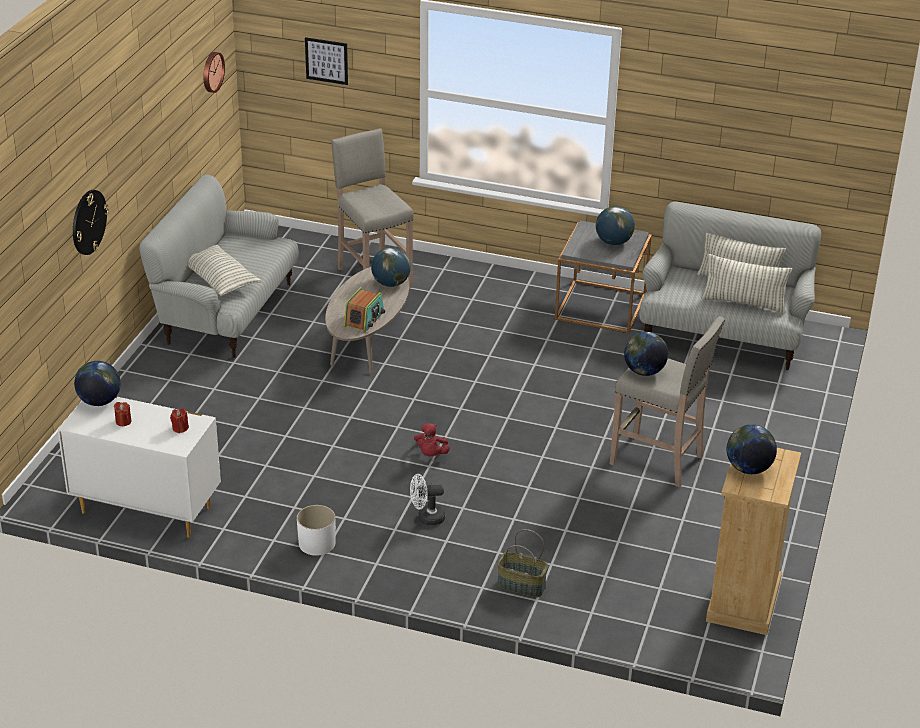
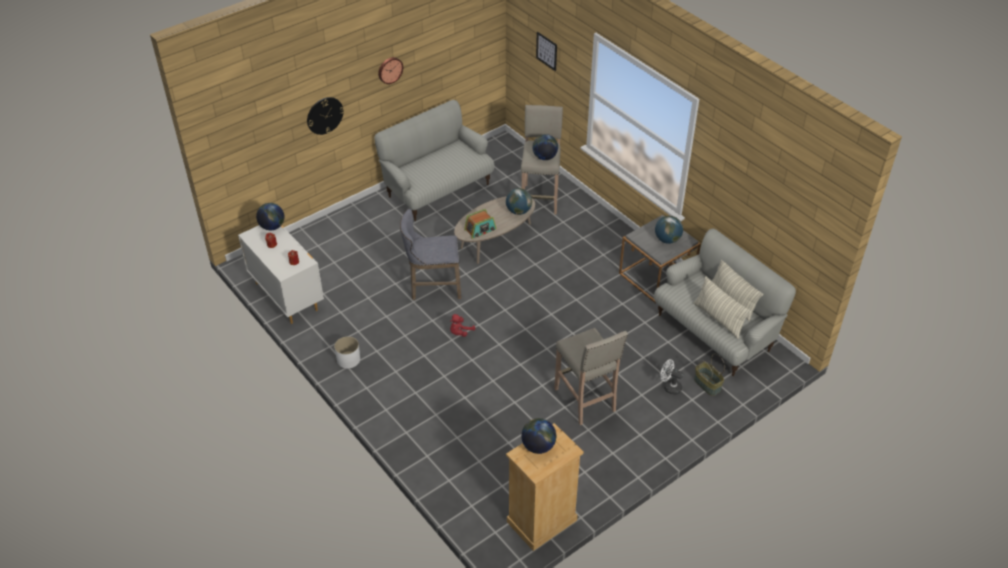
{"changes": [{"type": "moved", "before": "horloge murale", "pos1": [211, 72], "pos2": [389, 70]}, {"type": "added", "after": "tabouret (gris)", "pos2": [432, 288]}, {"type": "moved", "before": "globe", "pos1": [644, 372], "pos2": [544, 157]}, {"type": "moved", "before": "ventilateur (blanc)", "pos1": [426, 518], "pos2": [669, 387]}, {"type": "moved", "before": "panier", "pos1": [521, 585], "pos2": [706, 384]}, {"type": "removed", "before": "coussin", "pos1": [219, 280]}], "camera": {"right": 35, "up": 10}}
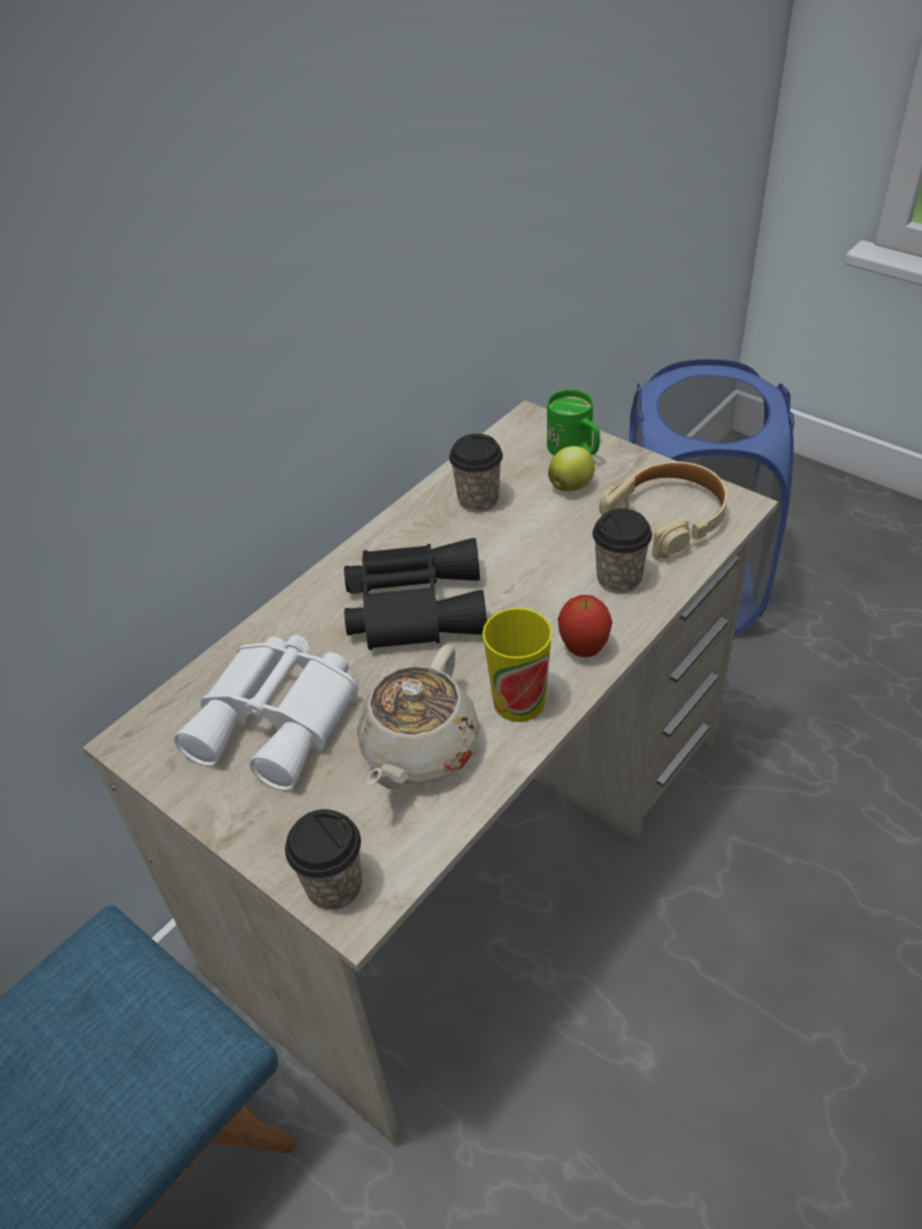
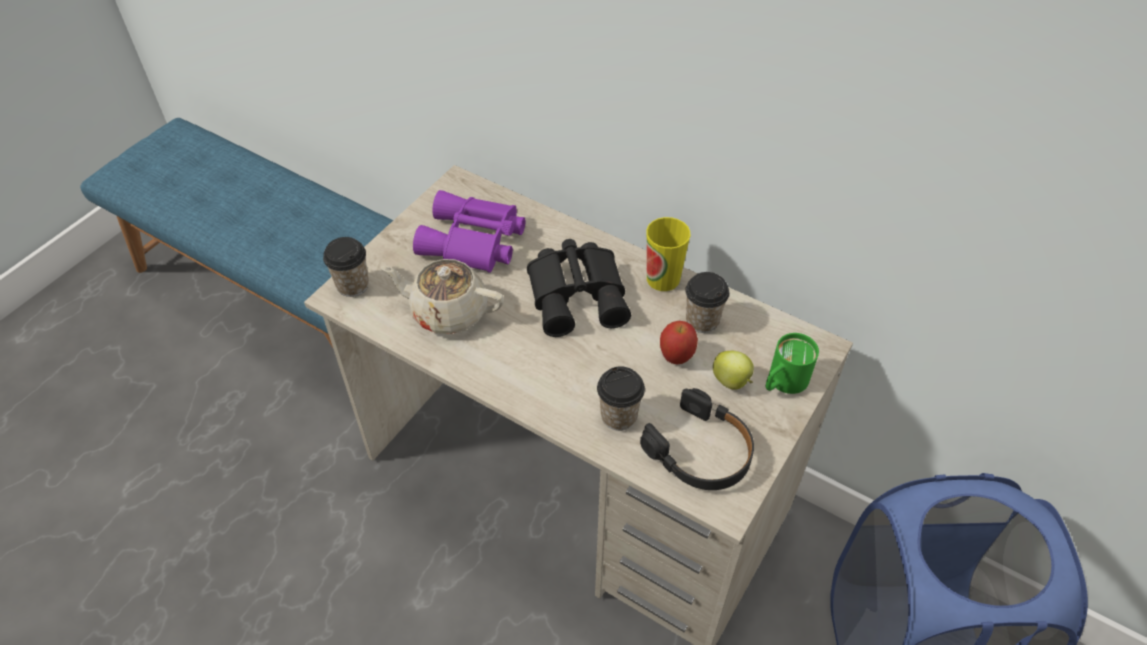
{"changes": [{"type": "recoloured", "before": "jumelles (blanc)", "after": "jumelles (violet)", "pos1": [280, 719], "pos2": [473, 242]}, {"type": "recoloured", "before": "casque audio (beige)", "after": "casque audio (noir)", "pos1": [668, 517], "pos2": [700, 451]}, {"type": "moved", "before": "tasse", "pos1": [519, 701], "pos2": [663, 278]}, {"type": "moved", "before": "pomme", "pos1": [584, 649], "pos2": [676, 357]}], "camera": {"right": 80, "up": 5}}
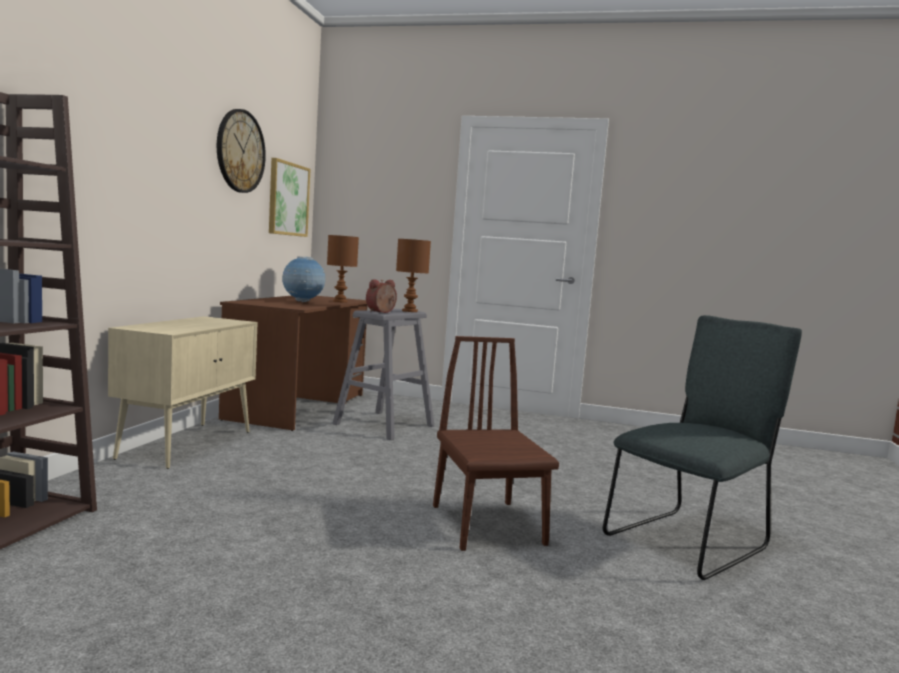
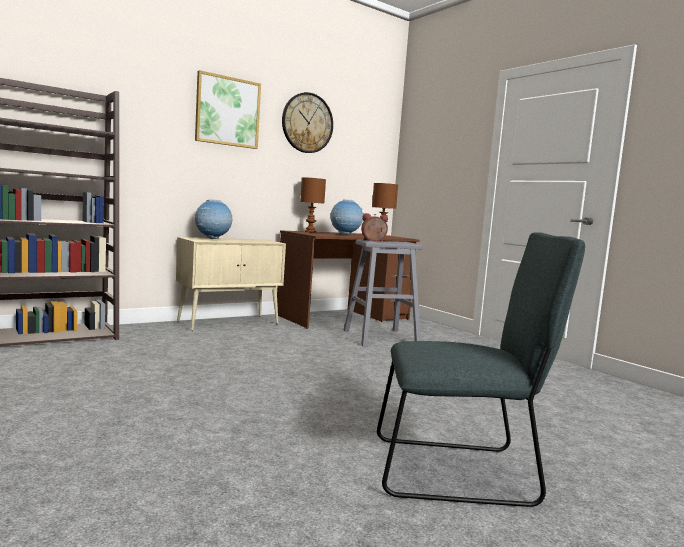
{"changes": [{"type": "moved", "before": "tableau", "pos1": [288, 199], "pos2": [227, 111]}, {"type": "added", "after": "globe", "pos2": [212, 239]}, {"type": "moved", "before": "lampe de table (marron)", "pos1": [409, 311], "pos2": [310, 232]}, {"type": "removed", "before": "chaise (marron)", "pos1": [487, 524]}], "camera": {"right": 40, "up": 0}}
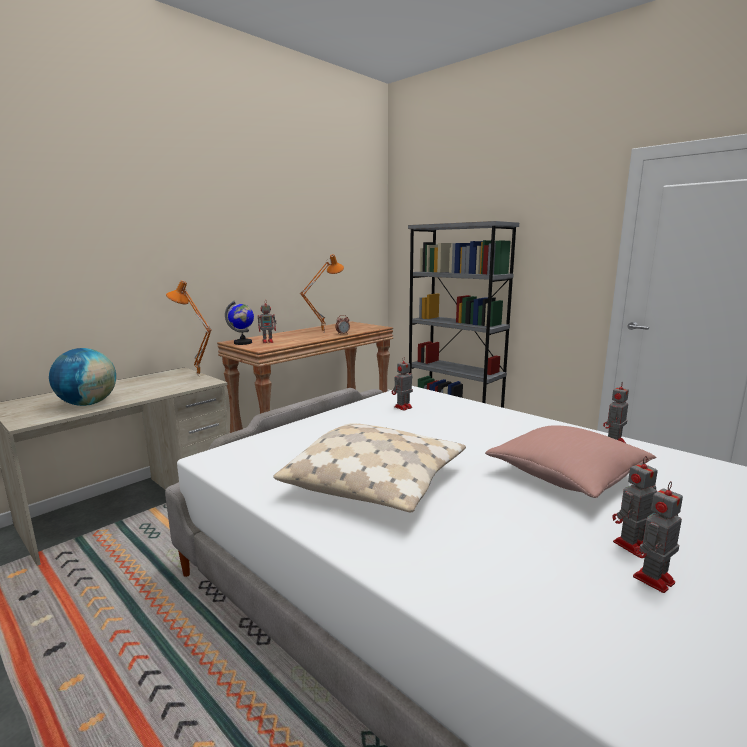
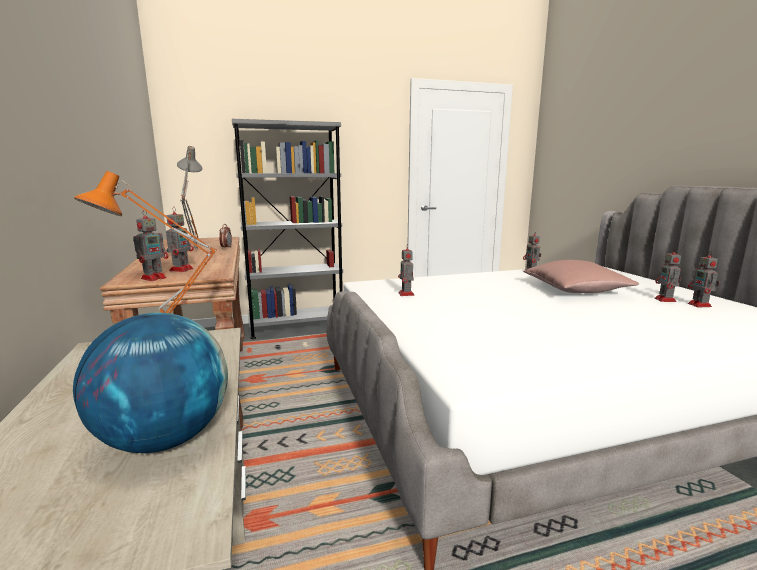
{"changes": [{"type": "replaced", "before": "globe", "after": "robot jouet", "pos1": [243, 343], "pos2": [155, 278]}, {"type": "recoloured", "before": "lampe de table (orange)", "after": "lampe de table (gris)", "pos1": [322, 332], "pos2": [194, 251]}, {"type": "removed", "before": "coussin (beige)", "pos1": [376, 482]}], "camera": {"right": -60, "up": 0}}
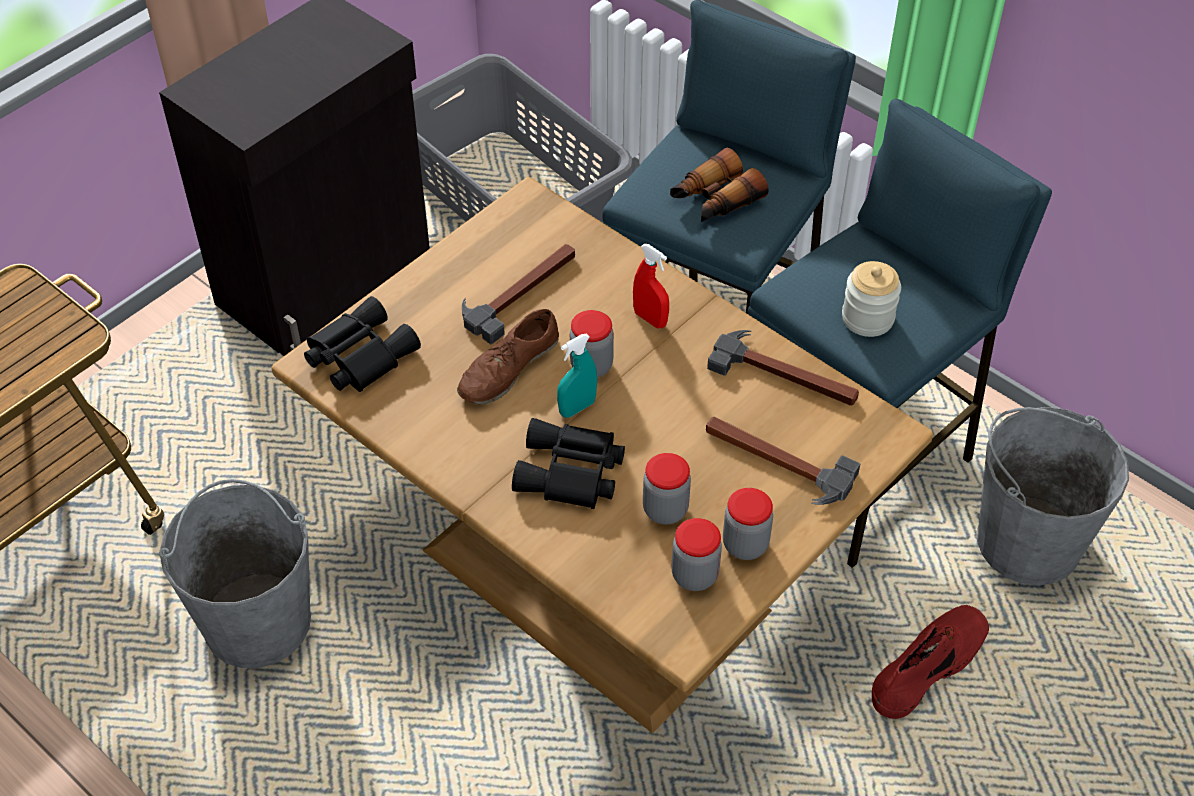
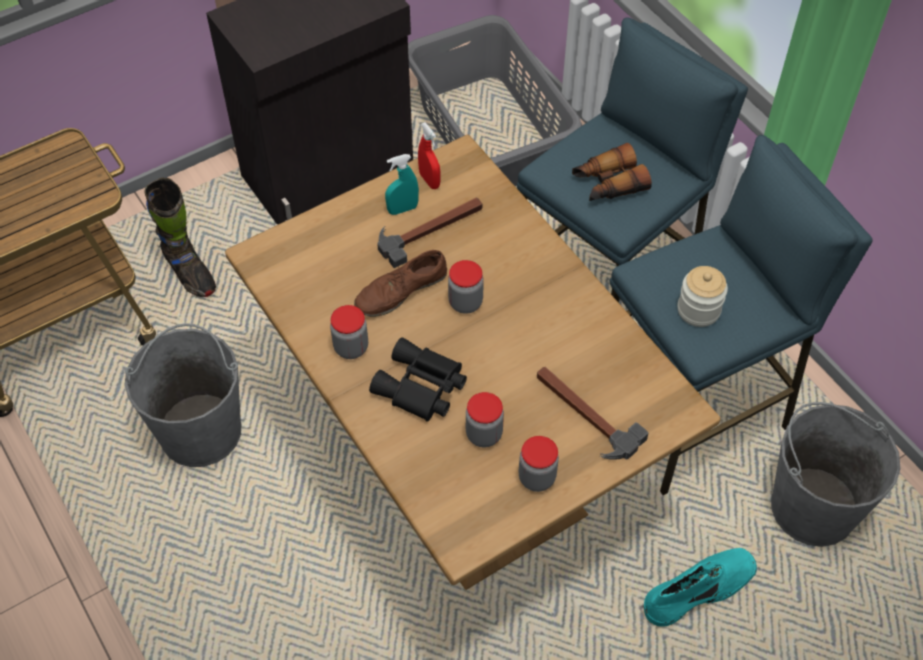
{"changes": [{"type": "added", "after": "botte (noir)", "pos2": [189, 273]}, {"type": "moved", "before": "bocal", "pos1": [694, 575], "pos2": [351, 347]}, {"type": "moved", "before": "vaporisateur (turquoise)", "pos1": [577, 408], "pos2": [402, 209]}, {"type": "moved", "before": "vaporisateur (rouge)", "pos1": [650, 319], "pos2": [429, 180]}, {"type": "recoloured", "before": "botte (rouge)", "after": "botte (turquoise)", "pos1": [929, 666], "pos2": [699, 589]}, {"type": "removed", "before": "jumelles (noir)", "pos1": [358, 355]}, {"type": "removed", "before": "marteau", "pos1": [785, 375]}], "camera": {"right": 15, "up": 5}}
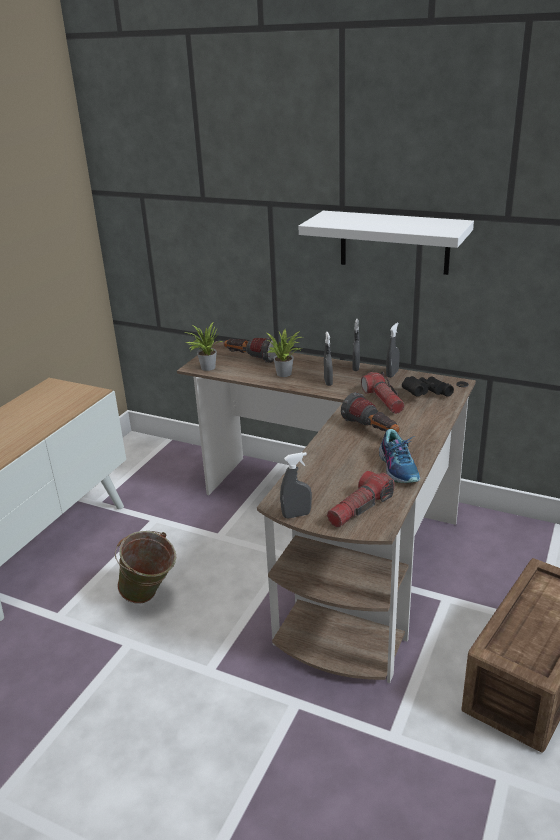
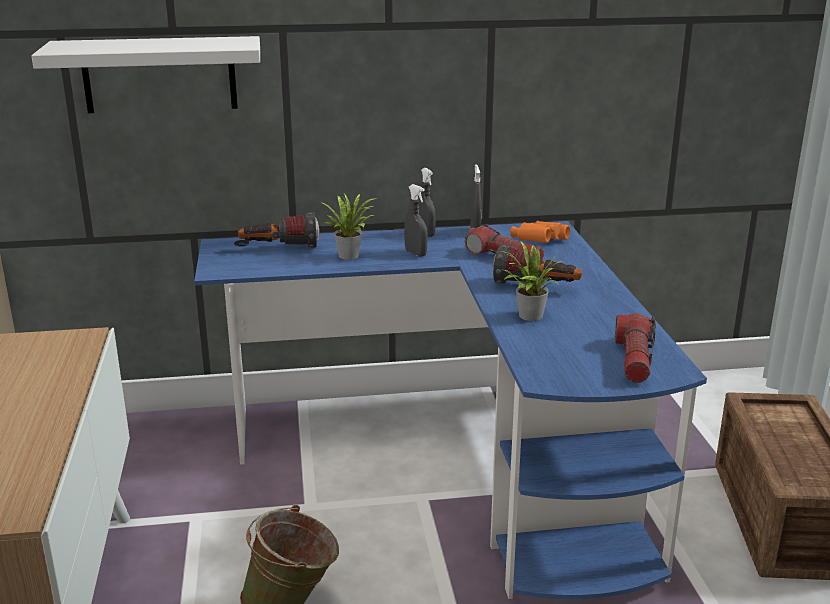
{"changes": [{"type": "moved", "before": "étagère (blanc)", "pos1": [394, 242], "pos2": [159, 74]}, {"type": "recoloured", "before": "bureau (marron)", "after": "bureau (bleu)", "pos1": [339, 540], "pos2": [463, 461]}, {"type": "moved", "before": "plante en pot", "pos1": [206, 367], "pos2": [527, 316]}, {"type": "recoloured", "before": "jumelles (noir)", "after": "jumelles (orange)", "pos1": [424, 395], "pos2": [538, 243]}, {"type": "removed", "before": "vaporisateur (gris)", "pos1": [296, 515]}, {"type": "removed", "before": "chaussure", "pos1": [399, 468]}], "camera": {"right": -35, "up": -5}}
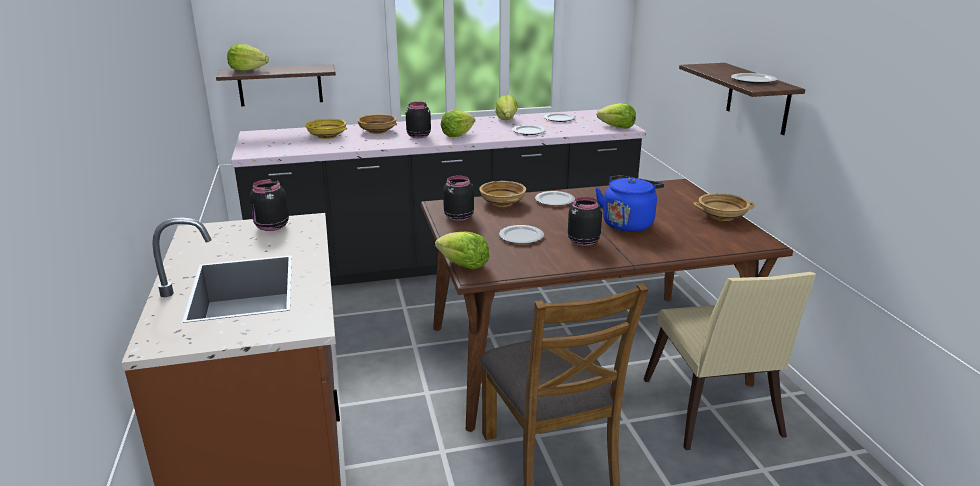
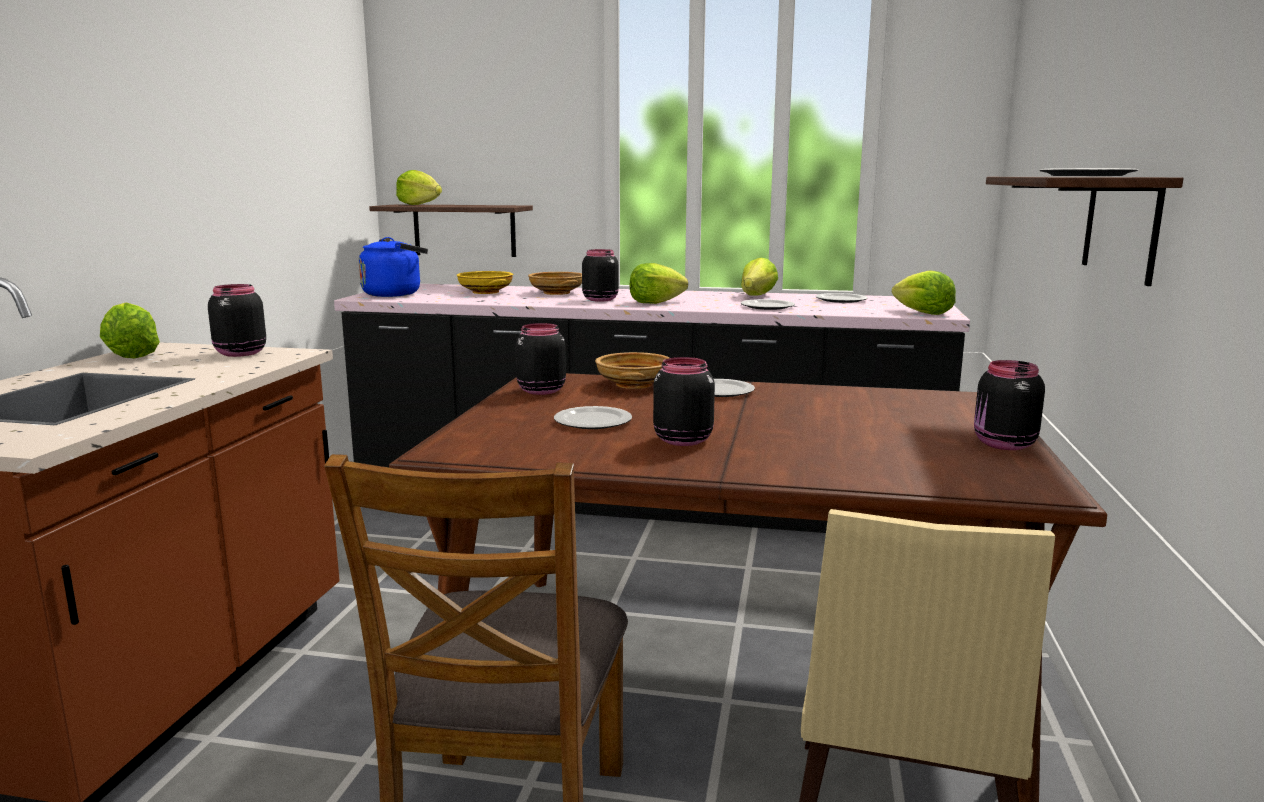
{"changes": [{"type": "moved", "before": "laitue", "pos1": [463, 265], "pos2": [132, 355]}, {"type": "moved", "before": "bouilloire (bleu)", "pos1": [628, 223], "pos2": [395, 294]}, {"type": "replaced", "before": "bol (beige)", "after": "bocal (noir)", "pos1": [721, 216], "pos2": [1003, 444]}], "camera": {"right": 25, "up": -10}}
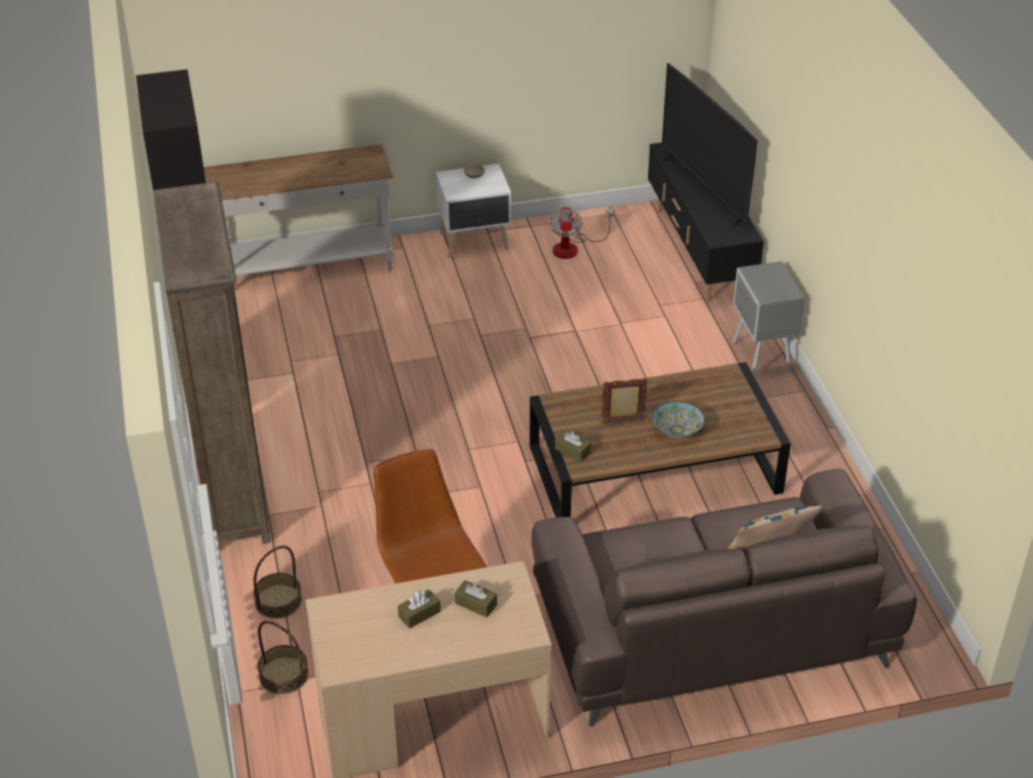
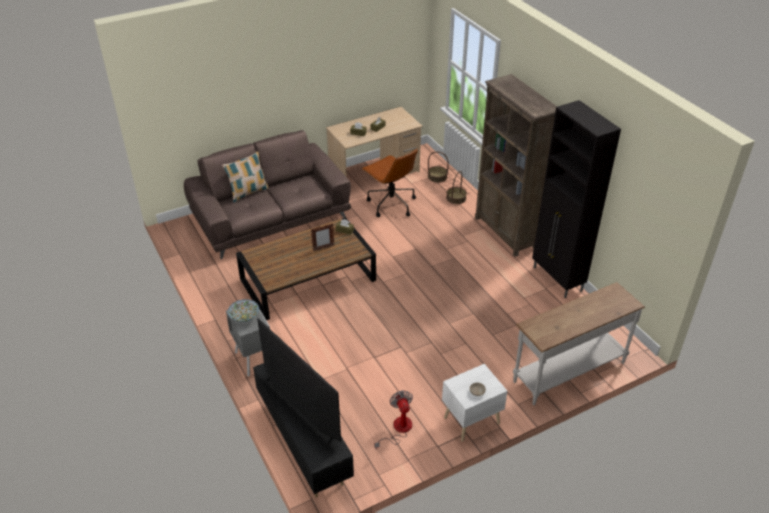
{"changes": [{"type": "moved", "before": "bol", "pos1": [676, 430], "pos2": [244, 316]}], "camera": {"right": 165, "up": 0}}
